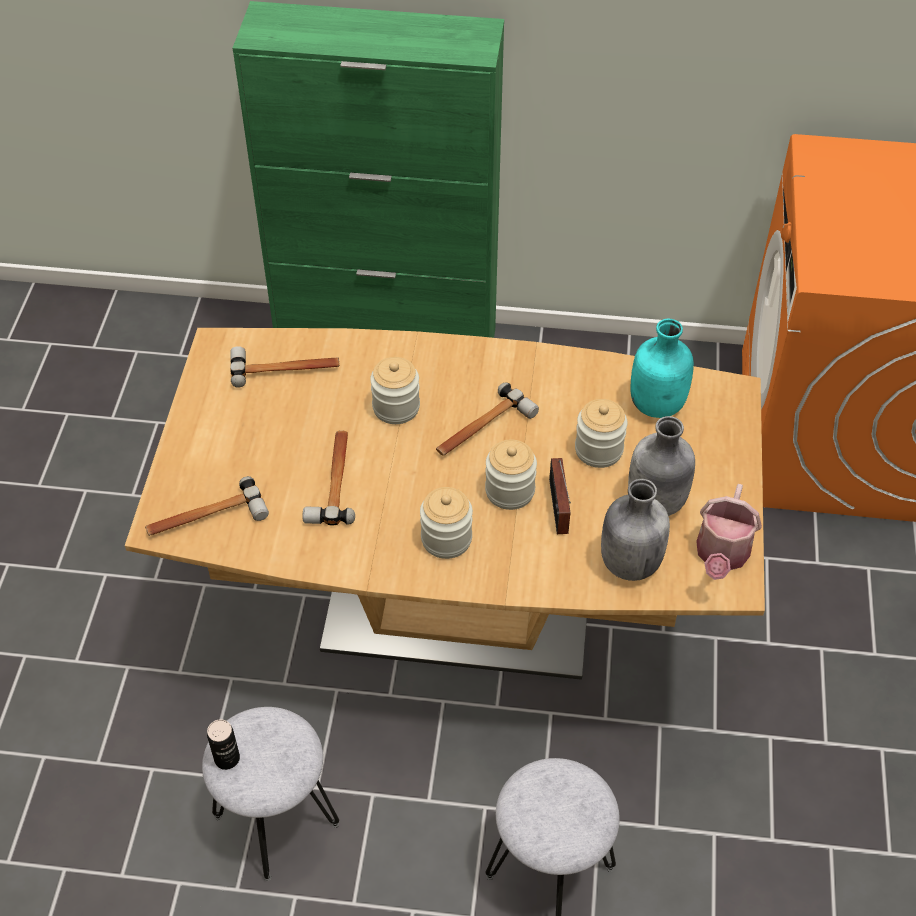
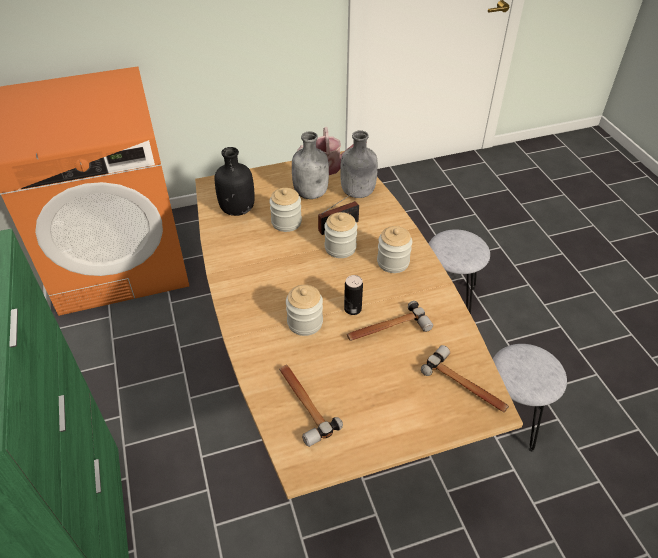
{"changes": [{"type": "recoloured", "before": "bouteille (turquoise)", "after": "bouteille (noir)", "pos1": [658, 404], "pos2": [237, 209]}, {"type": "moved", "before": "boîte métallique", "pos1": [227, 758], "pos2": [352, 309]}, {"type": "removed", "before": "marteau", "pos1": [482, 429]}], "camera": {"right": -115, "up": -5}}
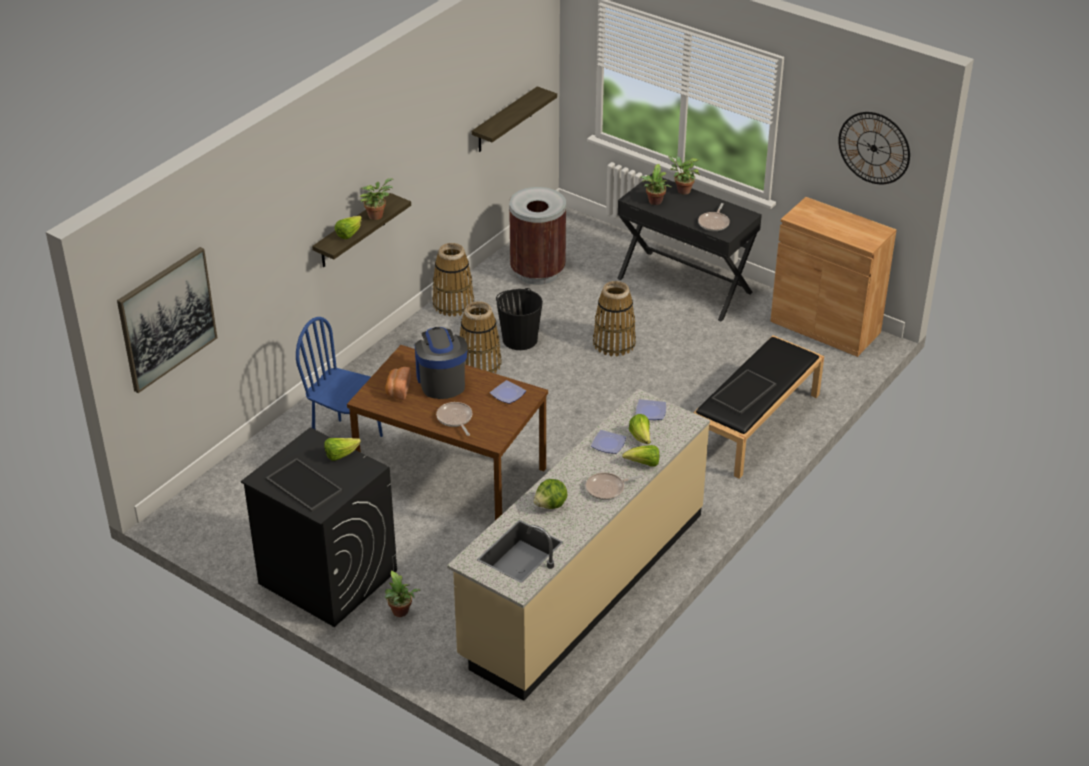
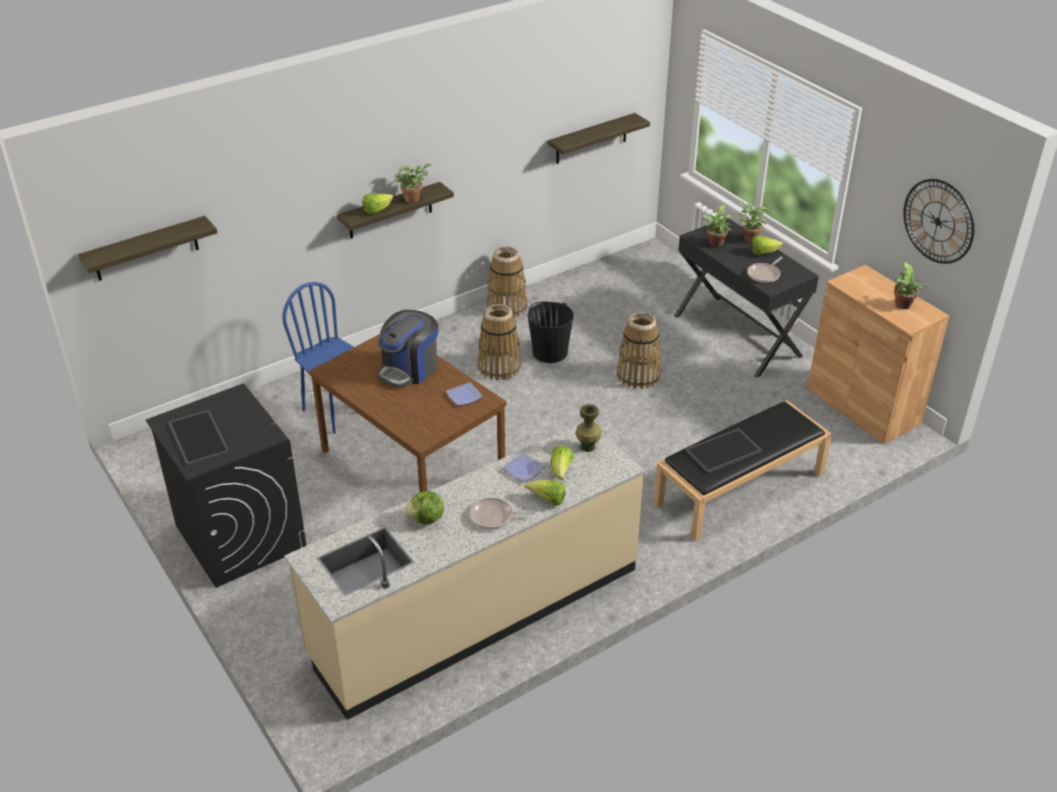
{"changes": [{"type": "replaced", "before": "tableau", "after": "étagère", "pos1": [167, 318], "pos2": [146, 249]}, {"type": "turned", "before": "machine à café", "pos1": [441, 381], "pos2": [409, 369], "turn": -150}, {"type": "replaced", "before": "assiette", "after": "vase (vert)", "pos1": [651, 411], "pos2": [588, 446]}, {"type": "moved", "before": "laitue", "pos1": [340, 455], "pos2": [763, 252]}, {"type": "moved", "before": "plante en pot", "pos1": [401, 613], "pos2": [903, 306]}, {"type": "removed", "before": "pain", "pos1": [398, 390]}, {"type": "removed", "before": "poêle", "pos1": [455, 419]}, {"type": "removed", "before": "poubelle (marron)", "pos1": [538, 271]}], "camera": {"right": 20, "up": 0}}
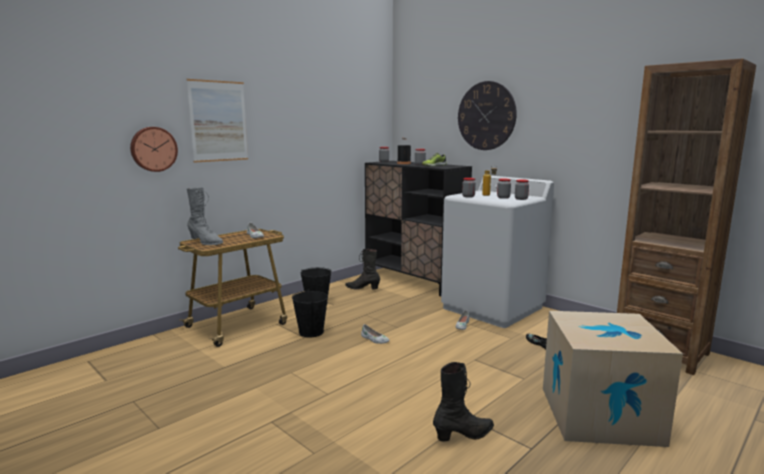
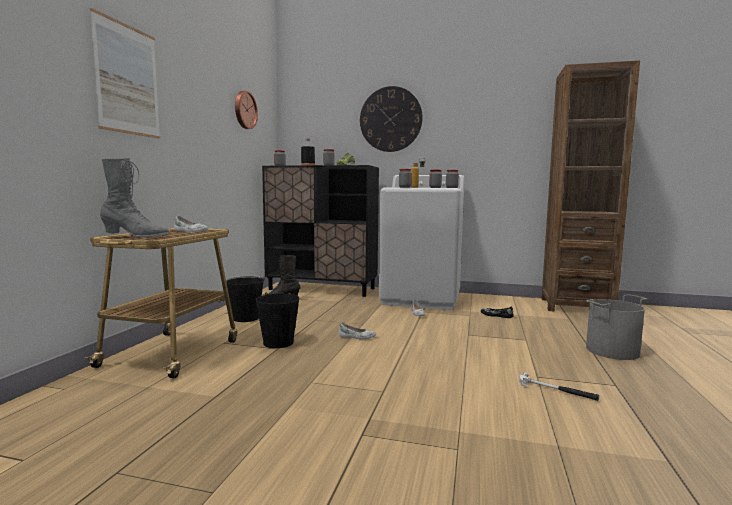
{"changes": [{"type": "moved", "before": "horloge murale", "pos1": [153, 149], "pos2": [244, 110]}, {"type": "replaced", "before": "botte (noir)", "after": "marteau", "pos1": [464, 435], "pos2": [556, 390]}, {"type": "replaced", "before": "carton", "after": "seau (gris)", "pos1": [599, 415], "pos2": [613, 351]}], "camera": {"right": -30, "up": -5}}
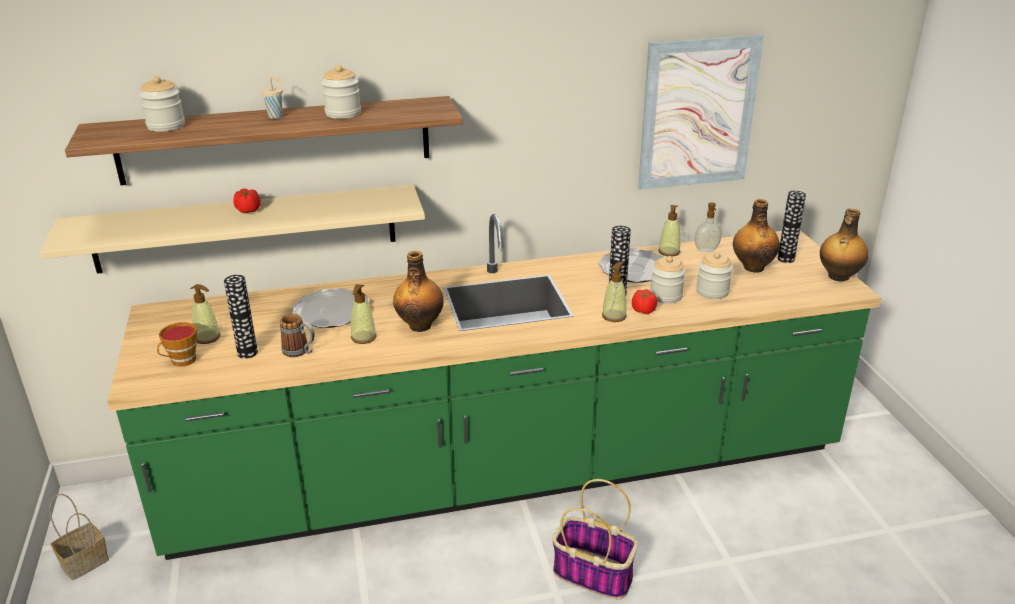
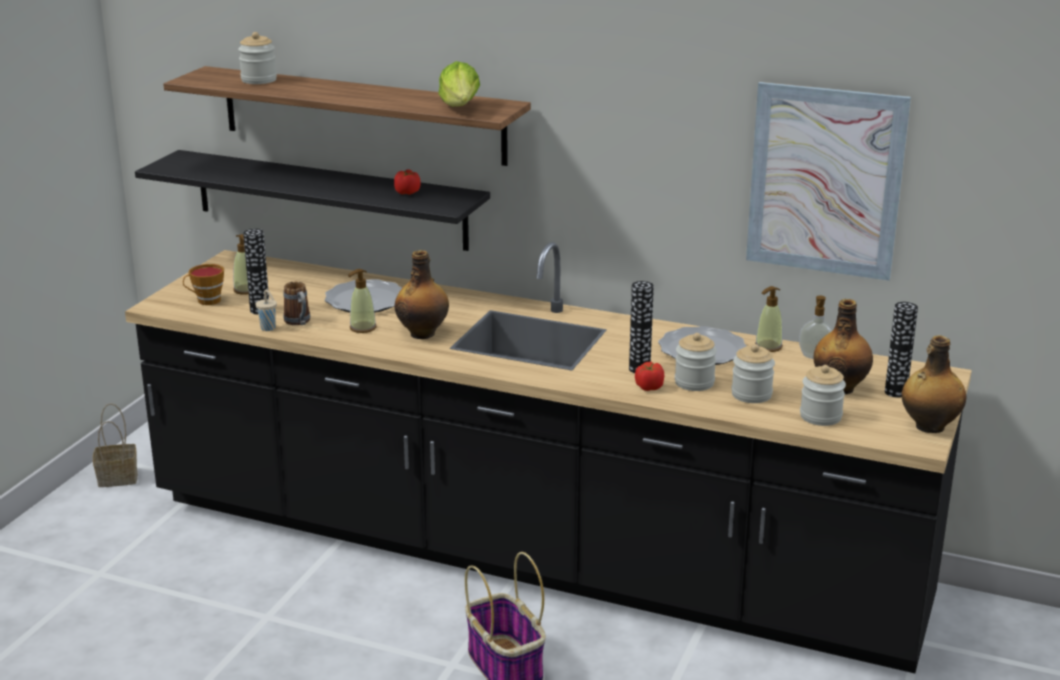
{"changes": [{"type": "recoloured", "before": "comptoir de cuisine (vert)", "after": "comptoir de cuisine (noir)", "pos1": [508, 470], "pos2": [530, 551]}, {"type": "recoloured", "before": "étagère (beige)", "after": "étagère (noir)", "pos1": [246, 228], "pos2": [329, 199]}, {"type": "moved", "before": "tasse (beige)", "pos1": [276, 117], "pos2": [268, 328]}, {"type": "moved", "before": "tomate", "pos1": [248, 210], "pos2": [407, 192]}, {"type": "added", "after": "laitue", "pos2": [460, 108]}, {"type": "moved", "before": "bocal", "pos1": [343, 113], "pos2": [820, 416]}, {"type": "removed", "before": "distributeur de savon", "pos1": [614, 316]}], "camera": {"right": 35, "up": -5}}
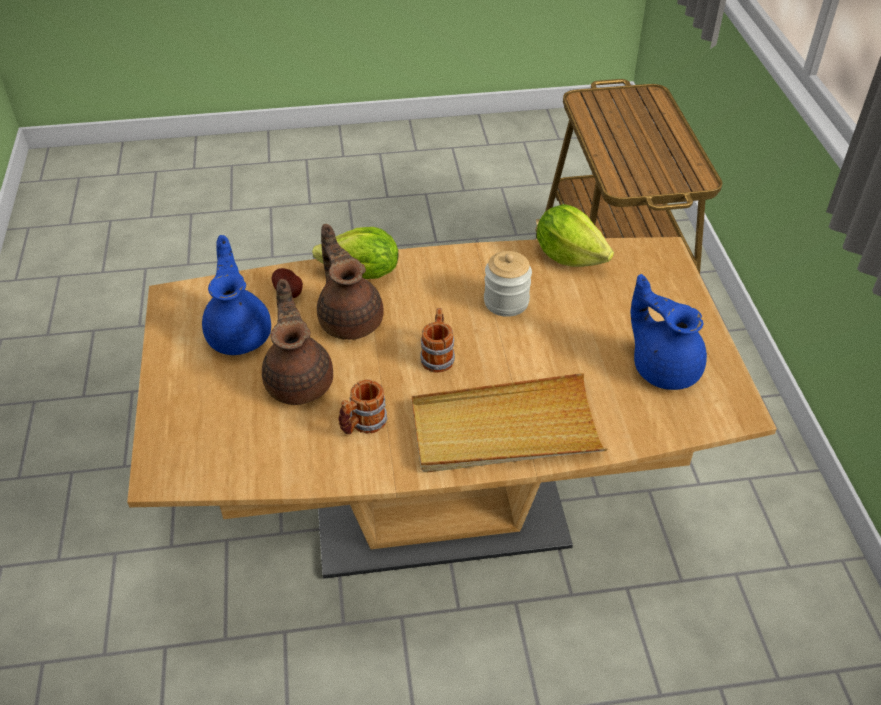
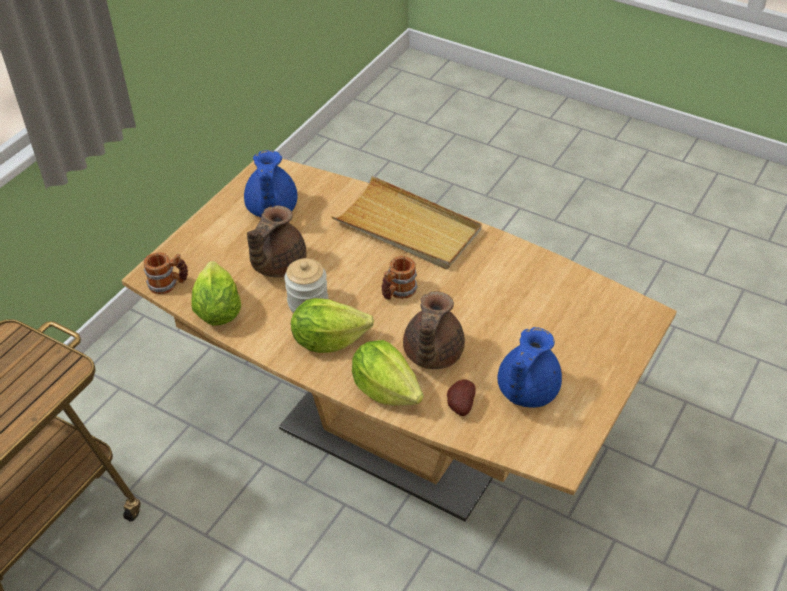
{"changes": [{"type": "moved", "before": "mug", "pos1": [362, 425], "pos2": [169, 284]}, {"type": "moved", "before": "théière (marron)", "pos1": [300, 381], "pos2": [277, 265]}, {"type": "added", "after": "laitue", "pos2": [328, 340]}], "camera": {"right": -140, "up": 0}}
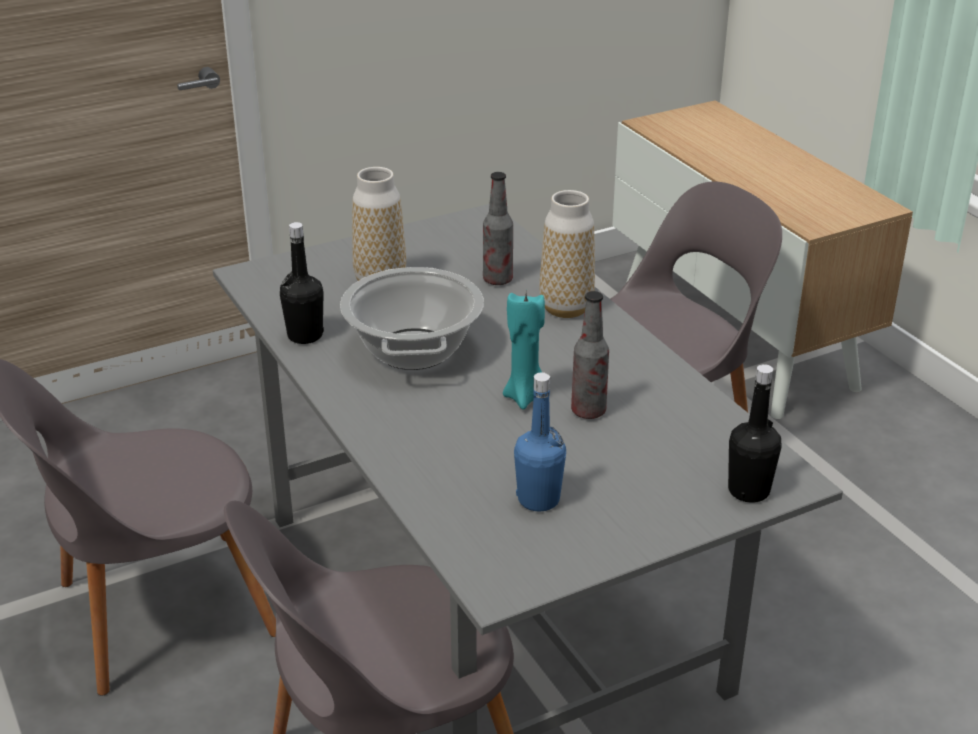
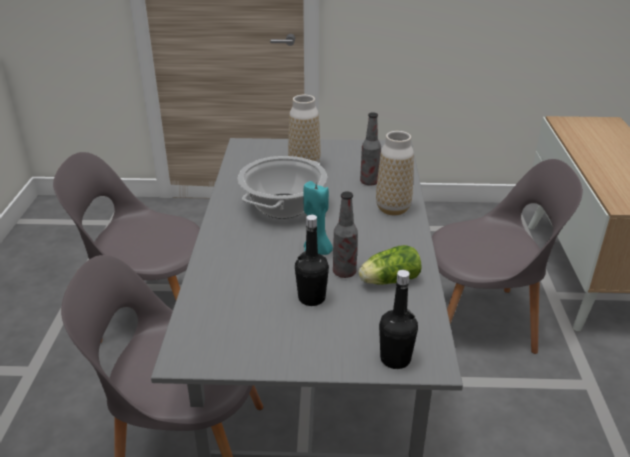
{"changes": [{"type": "moved", "before": "bouteille (noir)", "pos1": [305, 335], "pos2": [311, 298]}, {"type": "added", "after": "laitue", "pos2": [387, 280]}, {"type": "removed", "before": "bouteille (bleu)", "pos1": [538, 499]}], "camera": {"right": 30, "up": 0}}
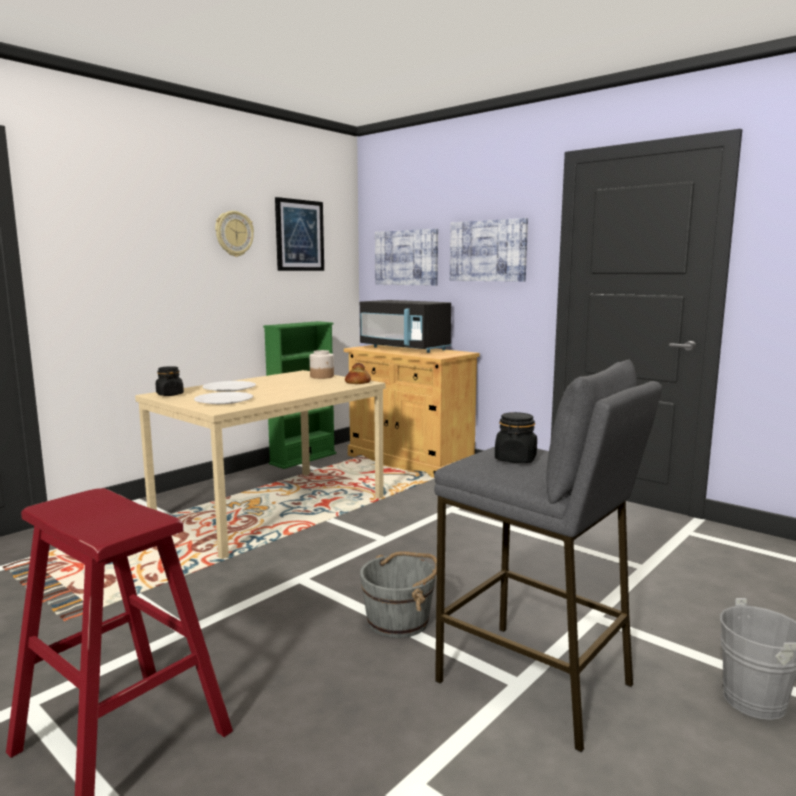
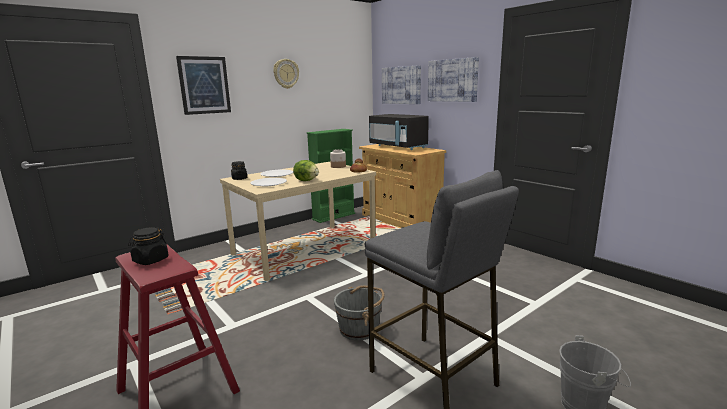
{"changes": [{"type": "moved", "before": "bocal (noir)", "pos1": [515, 459], "pos2": [150, 260]}, {"type": "moved", "before": "tableau", "pos1": [299, 235], "pos2": [204, 85]}, {"type": "added", "after": "laitue", "pos2": [307, 180]}], "camera": {"right": 10, "up": 5}}
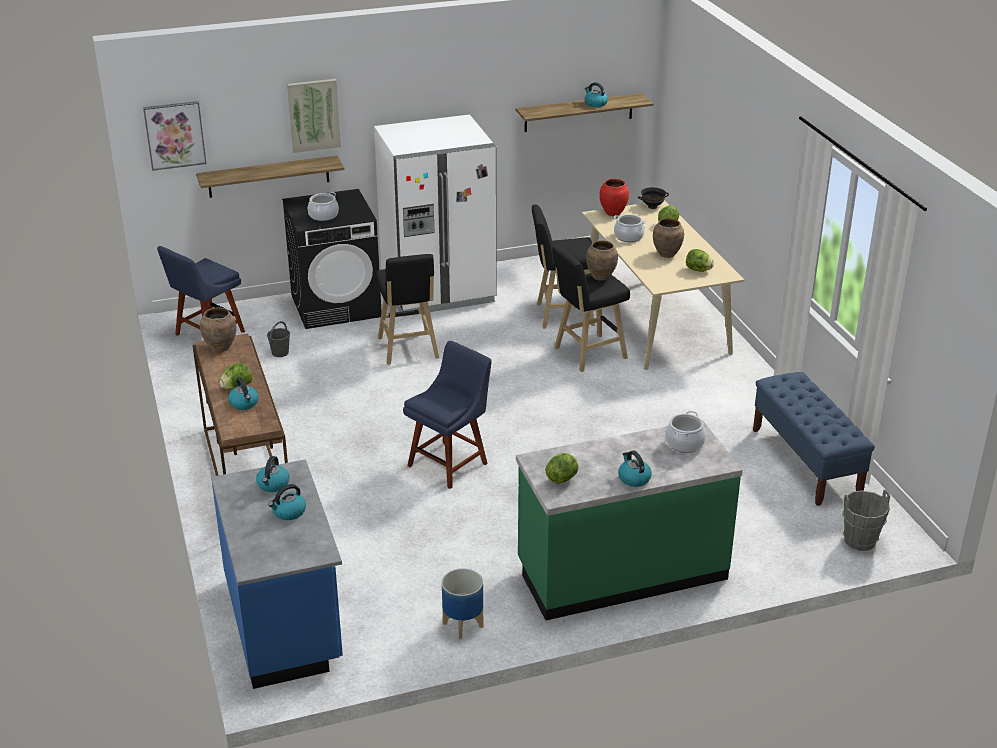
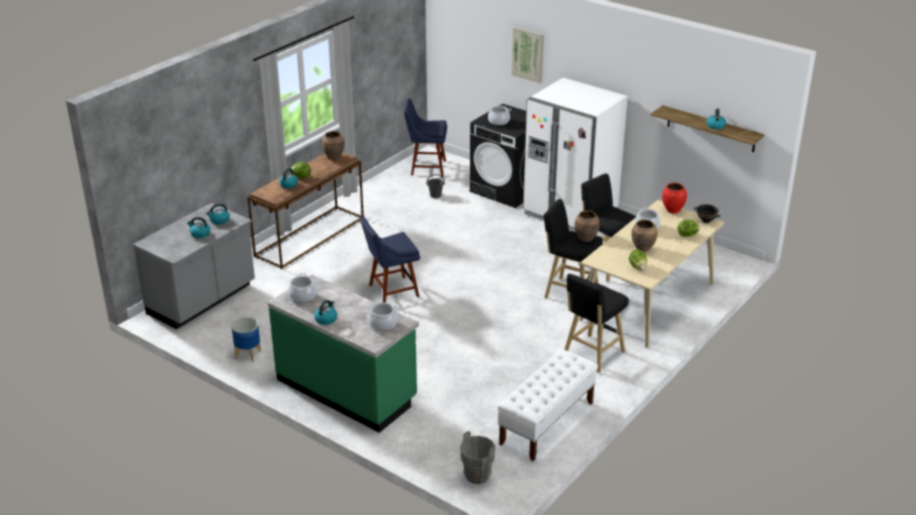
{"changes": [{"type": "recoloured", "before": "comptoir de cuisine (bleu)", "after": "comptoir de cuisine (gris)", "pos1": [285, 622], "pos2": [202, 300]}, {"type": "replaced", "before": "laitue", "after": "marmite", "pos1": [562, 478], "pos2": [302, 296]}, {"type": "turned", "before": "chaise (bleu)", "pos1": [450, 463], "pos2": [391, 291], "turn": 150}, {"type": "recoloured", "before": "banc (bleu)", "after": "banc (blanc)", "pos1": [806, 462], "pos2": [546, 423]}, {"type": "moved", "before": "tabouret (noir)", "pos1": [408, 350], "pos2": [592, 355]}, {"type": "removed", "before": "tableau", "pos1": [175, 135]}, {"type": "removed", "before": "étagère", "pos1": [268, 176]}], "camera": {"right": 55, "up": 0}}
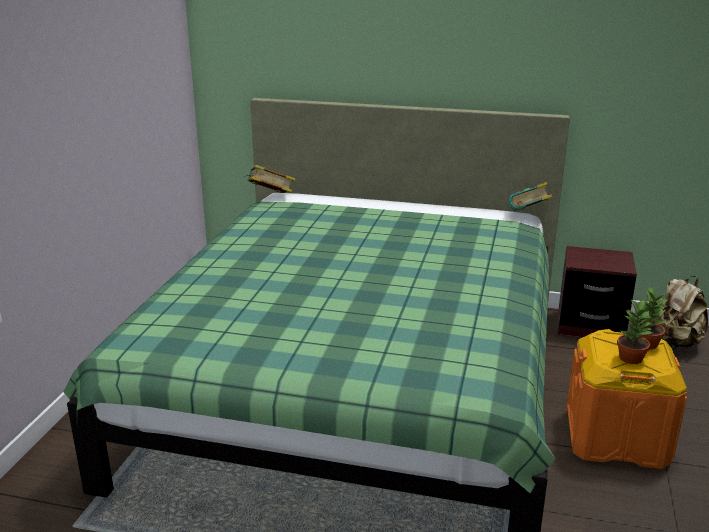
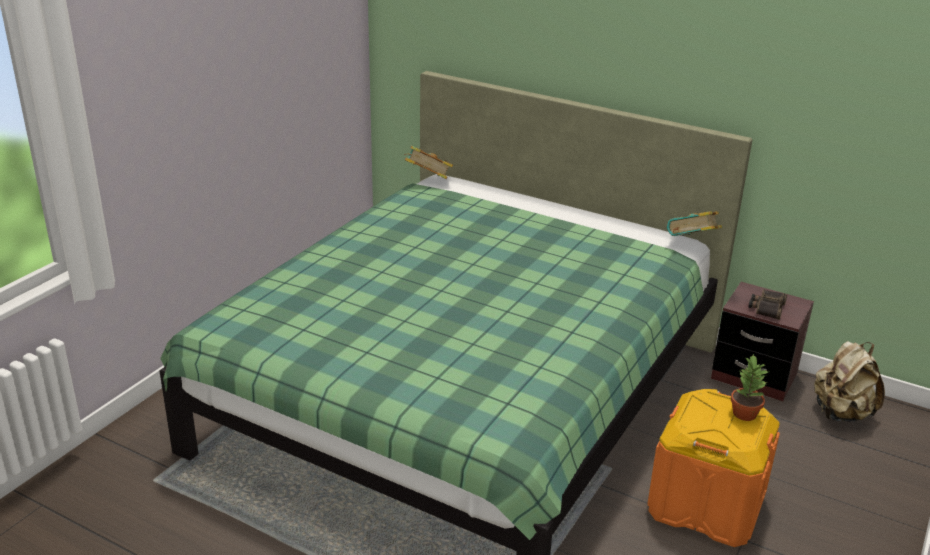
{"changes": [{"type": "added", "after": "jumelles", "pos2": [766, 308]}, {"type": "removed", "before": "plante en pot", "pos1": [630, 358]}], "camera": {"right": 15, "up": 5}}
